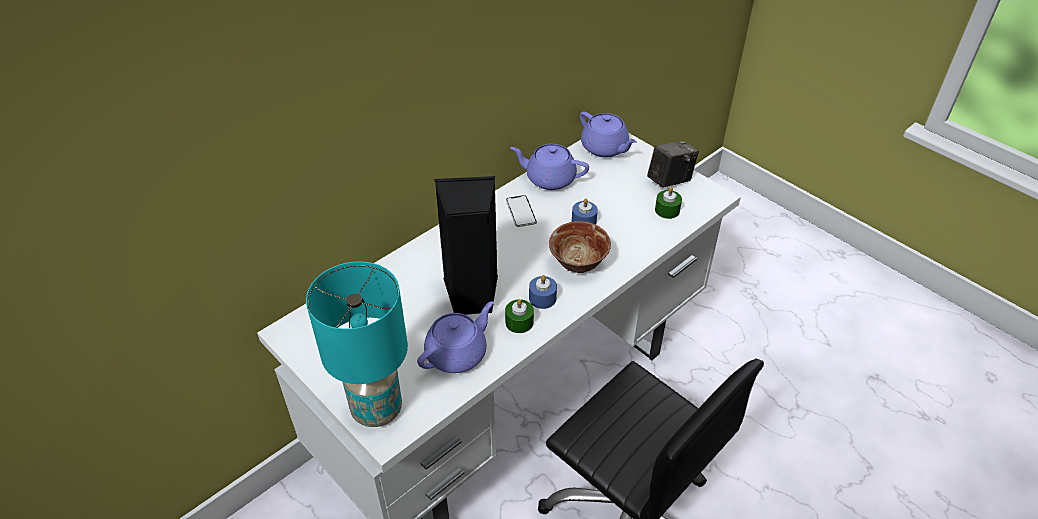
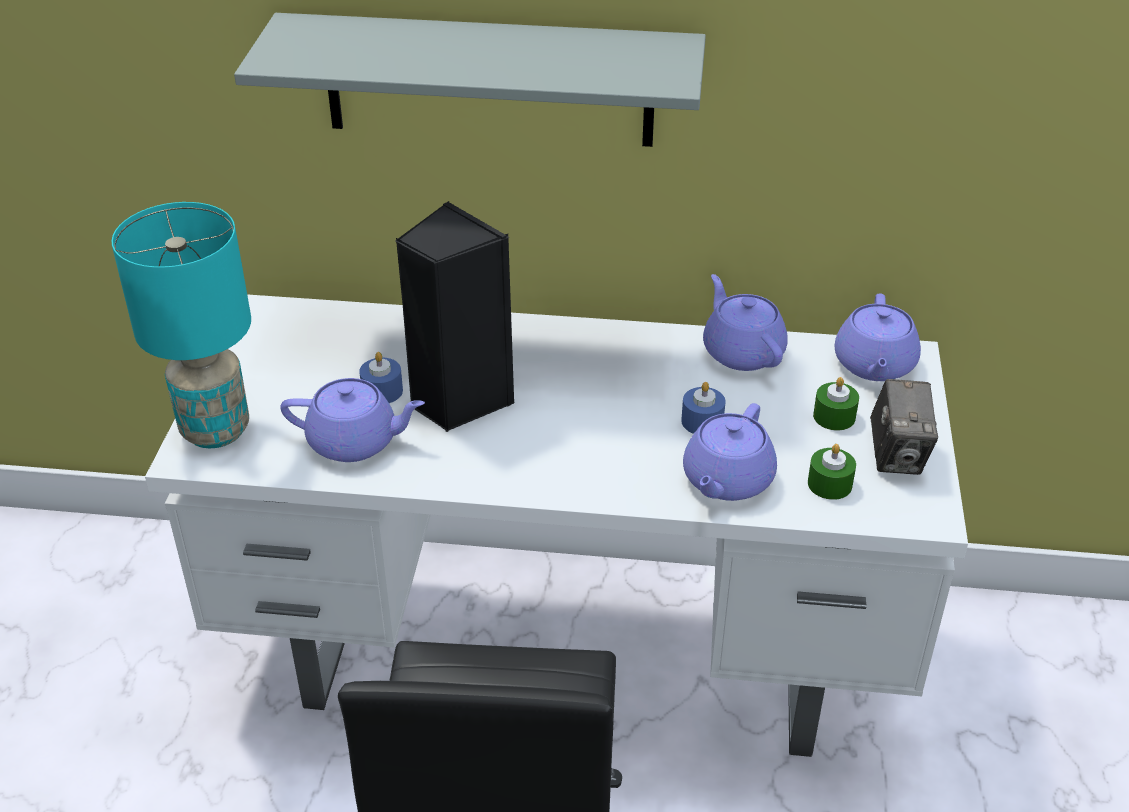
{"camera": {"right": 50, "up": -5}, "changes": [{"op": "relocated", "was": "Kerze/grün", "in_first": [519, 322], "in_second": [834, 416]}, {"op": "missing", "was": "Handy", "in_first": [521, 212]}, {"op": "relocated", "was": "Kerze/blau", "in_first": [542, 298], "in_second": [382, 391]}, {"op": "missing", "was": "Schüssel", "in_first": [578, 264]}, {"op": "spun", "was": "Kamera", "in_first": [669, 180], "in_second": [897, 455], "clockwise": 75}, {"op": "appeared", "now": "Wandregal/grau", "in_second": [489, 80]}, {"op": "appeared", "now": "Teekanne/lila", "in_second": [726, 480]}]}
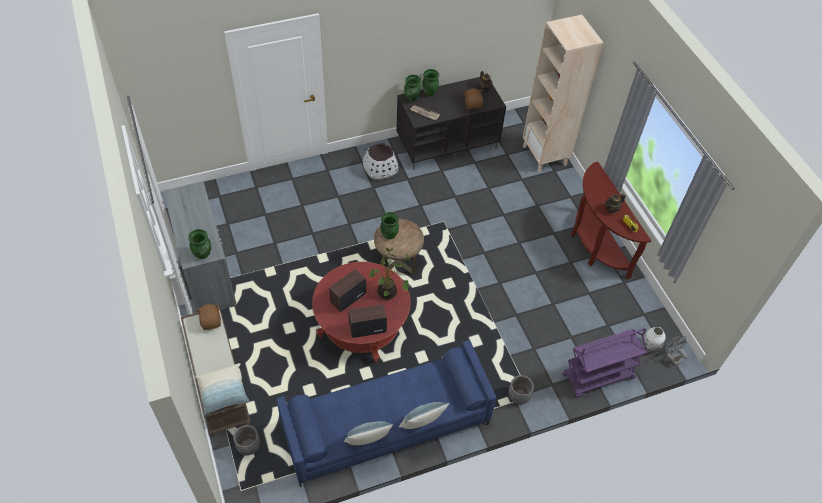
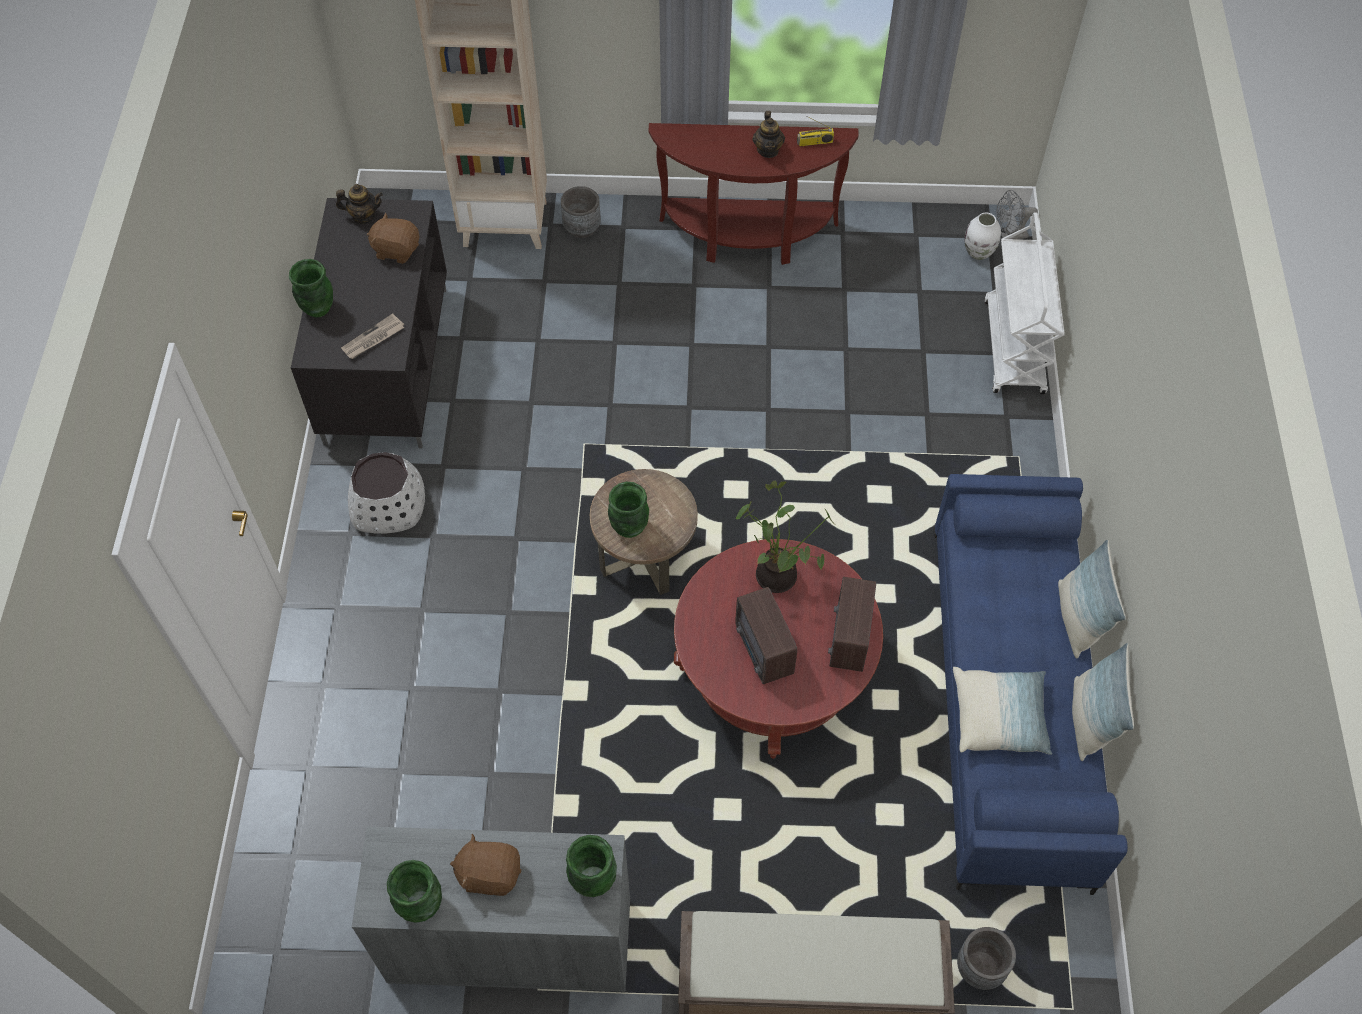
{"camera": {"right": -65, "up": 5}, "changes": [{"op": "relocated", "was": "Kissen", "in_first": [223, 393], "in_second": [999, 717]}, {"op": "relocated", "was": "Plüschtier/braun", "in_first": [211, 322], "in_second": [489, 873]}, {"op": "relocated", "was": "Vase/grün", "in_first": [412, 98], "in_second": [421, 905]}, {"op": "relocated", "was": "Pflanzkübel/grau", "in_first": [518, 396], "in_second": [582, 228]}, {"op": "colour", "was": "Rollwagen/lila", "now": "Rollwagen/weiß", "in_first": [598, 377], "in_second": [1014, 348]}]}
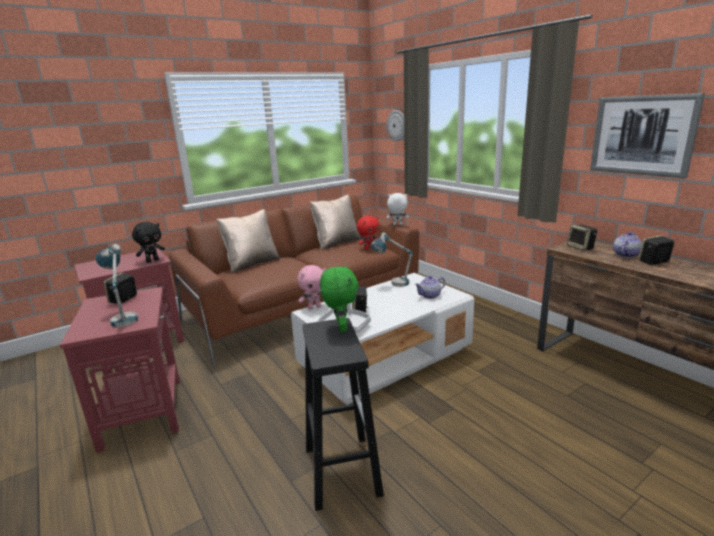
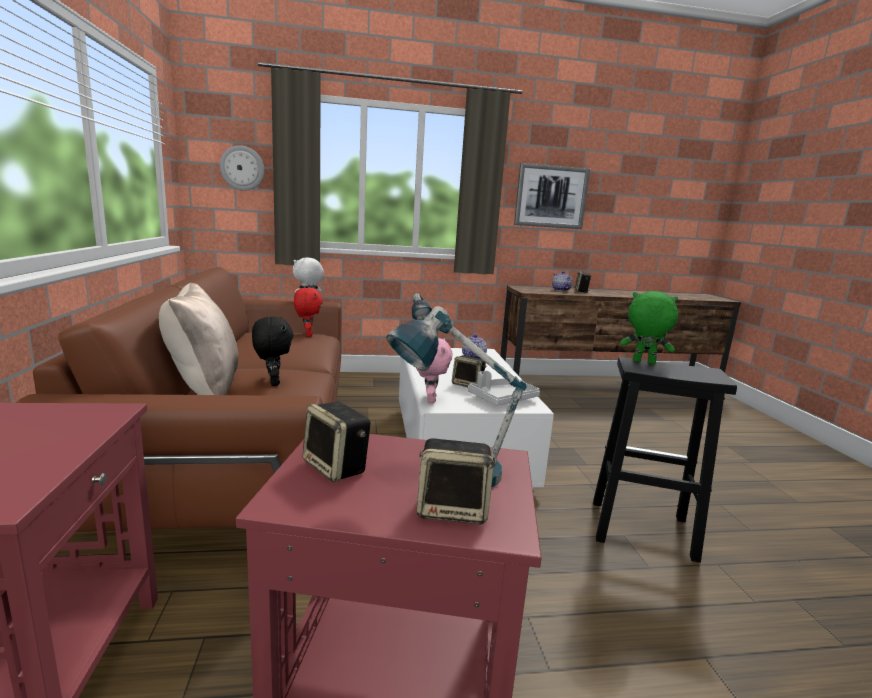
{"camera": {"right": -65, "up": -5}, "changes": [{"op": "relocated", "was": "Plüschtier/schwarz", "in_first": [152, 260], "in_second": [273, 383]}, {"op": "missing", "was": "Kissen/beige", "in_first": [336, 243]}, {"op": "relocated", "was": "Lautsprecher", "in_first": [581, 247], "in_second": [453, 510]}]}
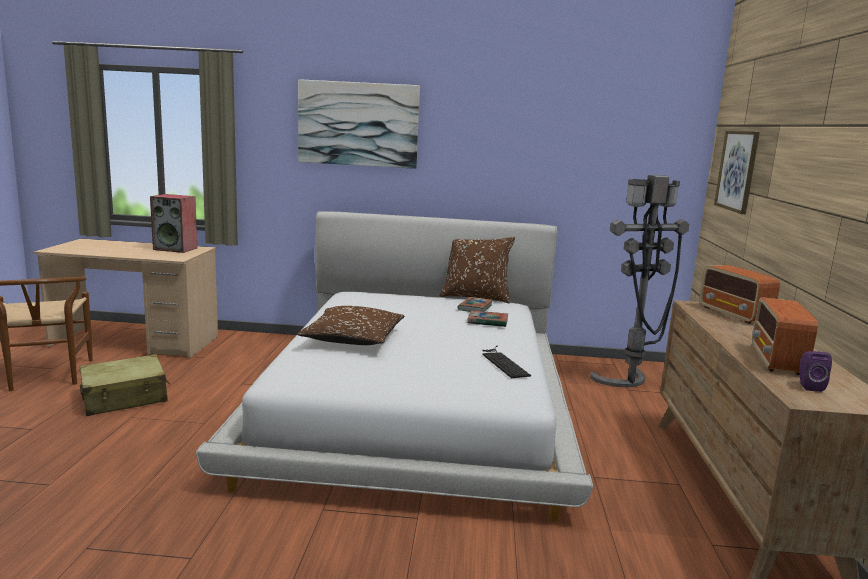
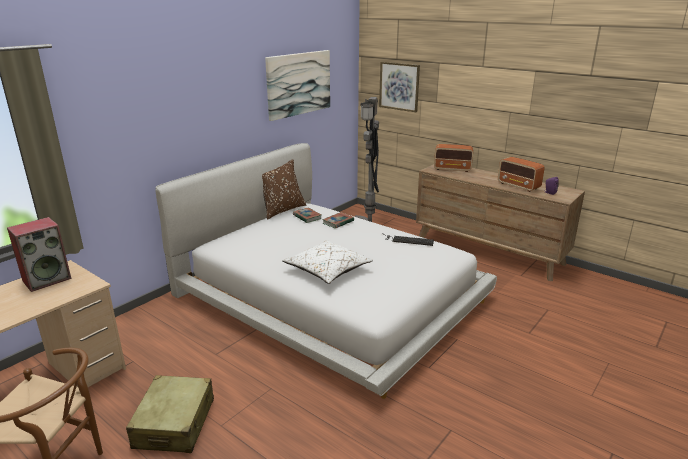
{"camera": {"right": -55, "up": 10}, "changes": [{"op": "colour", "was": "Kissen/braun", "now": "Kissen/weiß", "in_first": [353, 339], "in_second": [327, 270]}, {"op": "relocated", "was": "Bild", "in_first": [358, 124], "in_second": [299, 84]}]}
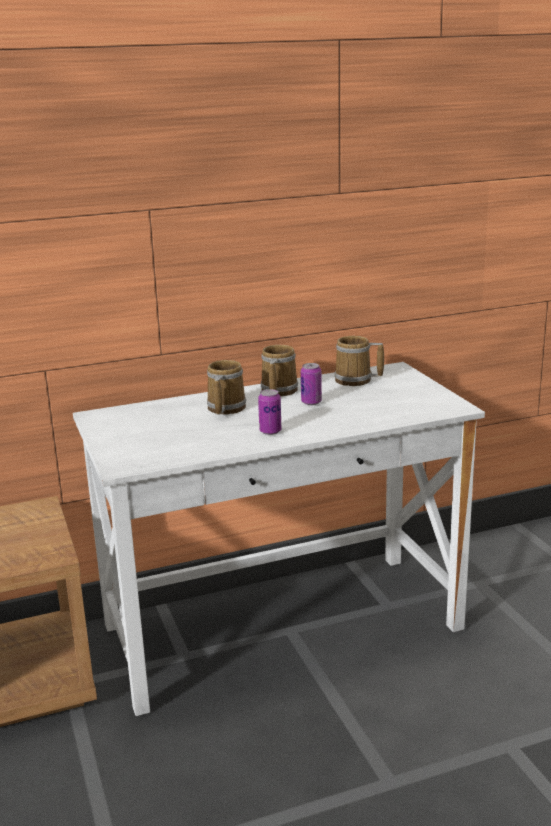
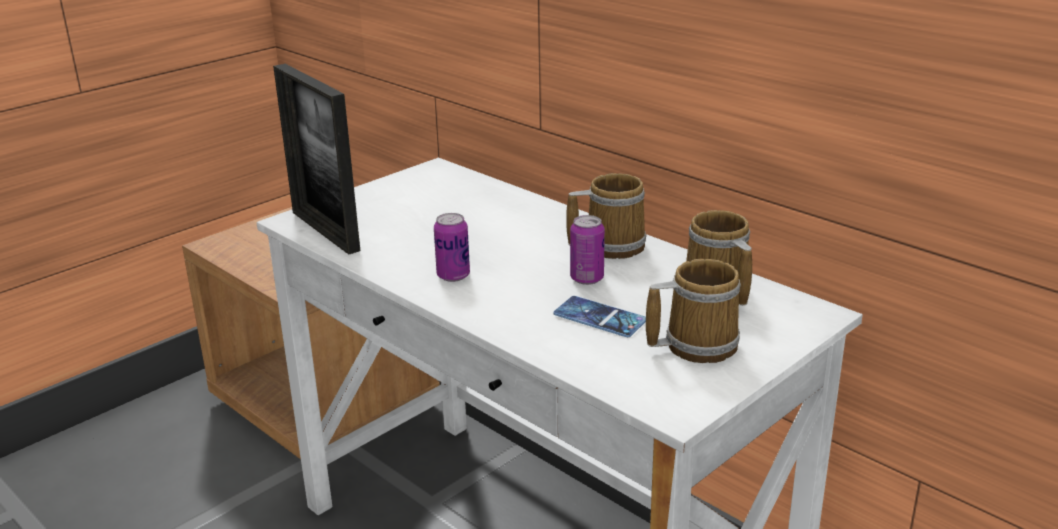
{"camera": {"right": 65, "up": 5}, "changes": [{"op": "relocated", "was": "Henkelbecher", "in_first": [224, 408], "in_second": [695, 344]}, {"op": "appeared", "now": "Bilderrahmen", "in_second": [325, 231]}, {"op": "appeared", "now": "Handy", "in_second": [600, 317]}]}
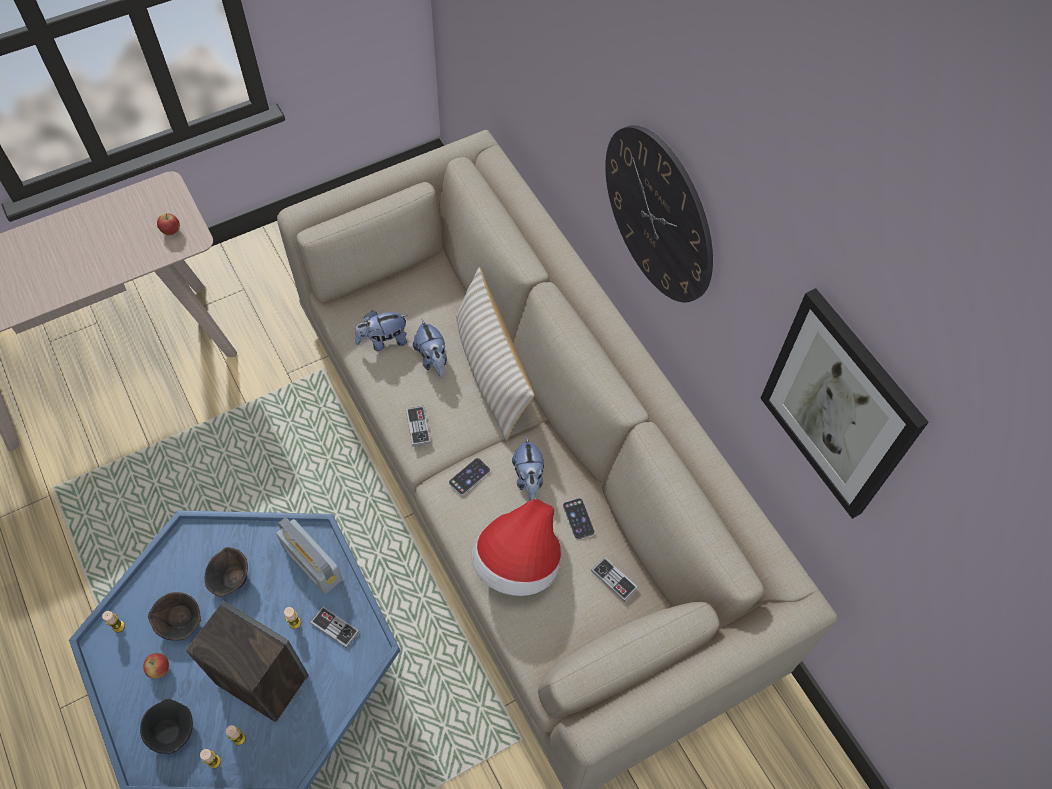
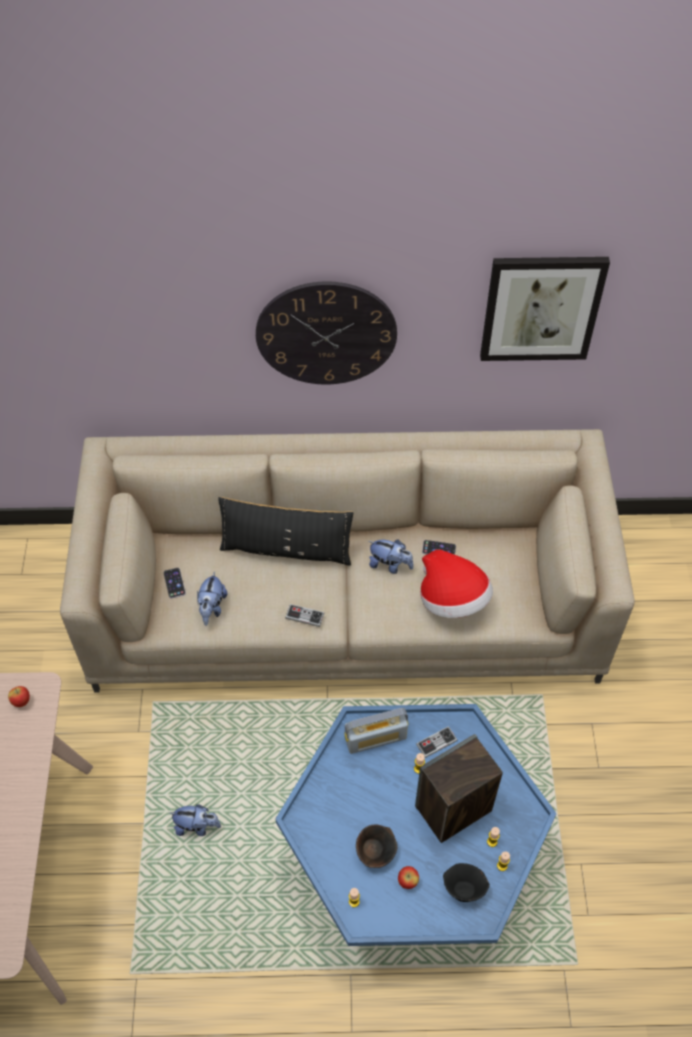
{"camera": {"right": -60, "up": -5}, "changes": [{"op": "missing", "was": "Schüssel/braun", "in_first": [231, 580]}, {"op": "relocated", "was": "Plüschtier", "in_first": [433, 359], "in_second": [197, 826]}, {"op": "relocated", "was": "Handy", "in_first": [469, 476], "in_second": [174, 583]}, {"op": "colour", "was": "Kissen/beige", "now": "Kissen/schwarz", "in_first": [491, 372], "in_second": [286, 549]}, {"op": "missing", "was": "Gamepad", "in_first": [614, 579]}]}
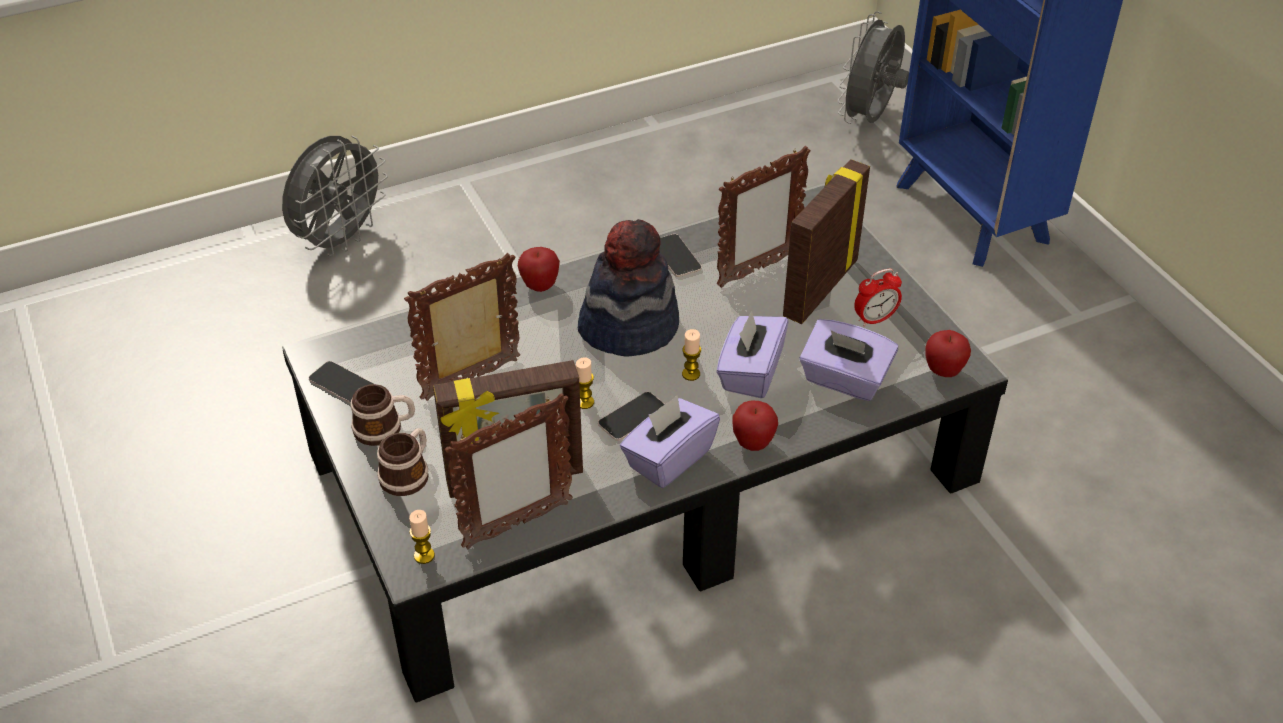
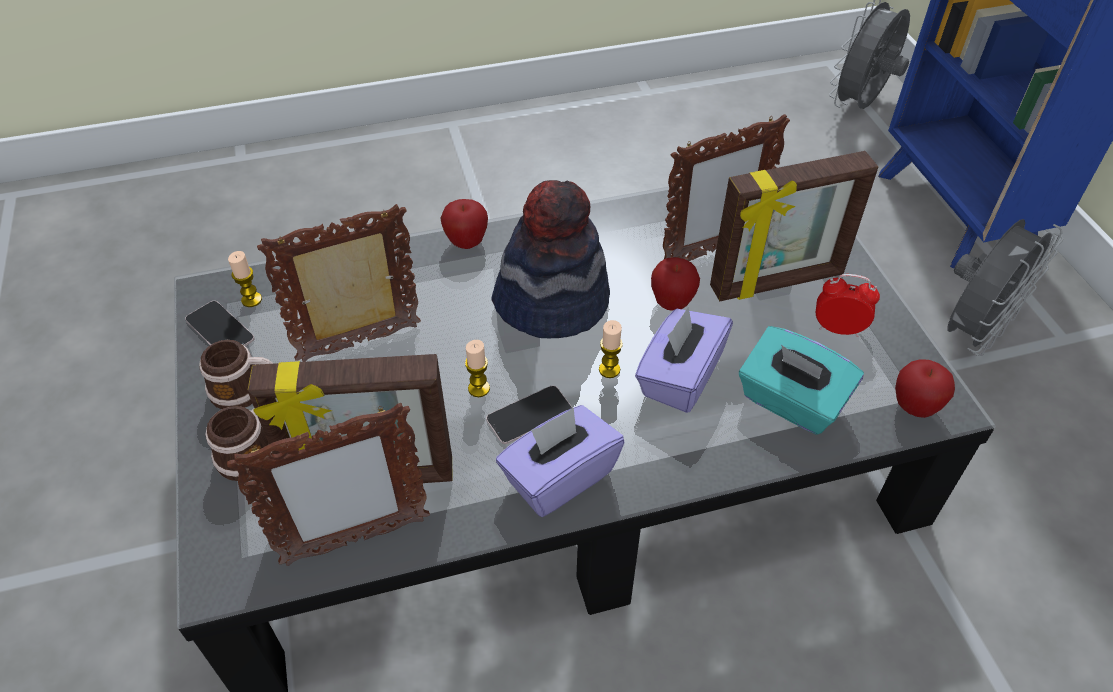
{"camera": {"right": 10, "up": 5}, "changes": [{"op": "relocated", "was": "Ventilator/grau", "in_first": [340, 240], "in_second": [973, 332]}, {"op": "relocated", "was": "Kerze", "in_first": [424, 555], "in_second": [251, 300]}, {"op": "missing", "was": "Handy", "in_first": [676, 256]}, {"op": "relocated", "was": "Apfel", "in_first": [753, 443], "in_second": [672, 303]}, {"op": "spun", "was": "Bilderrahmen", "in_first": [818, 288], "in_second": [777, 283], "clockwise": -150}, {"op": "colour", "was": "Taschentuchbox/lila", "now": "Taschentuchbox/türkis", "in_first": [844, 380], "in_second": [790, 402]}, {"op": "spun", "was": "Wecker", "in_first": [875, 319], "in_second": [838, 329], "clockwise": -150}]}
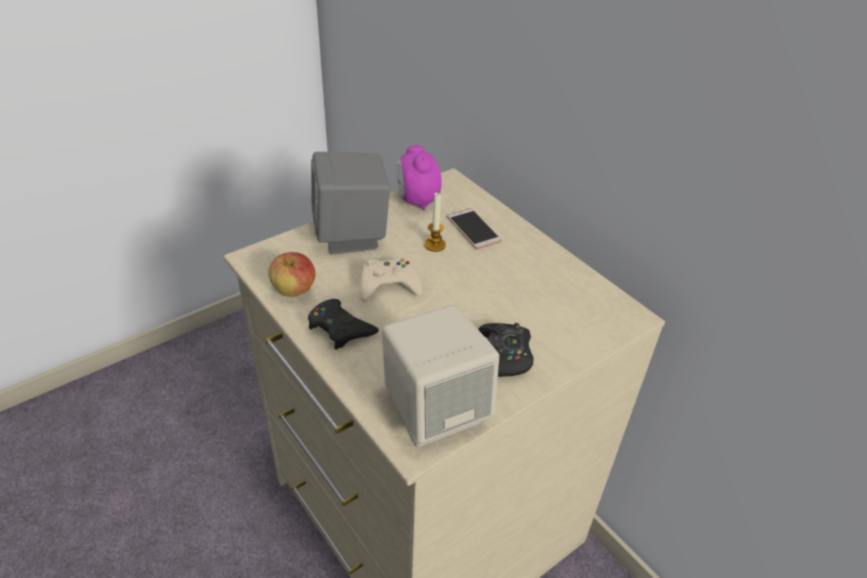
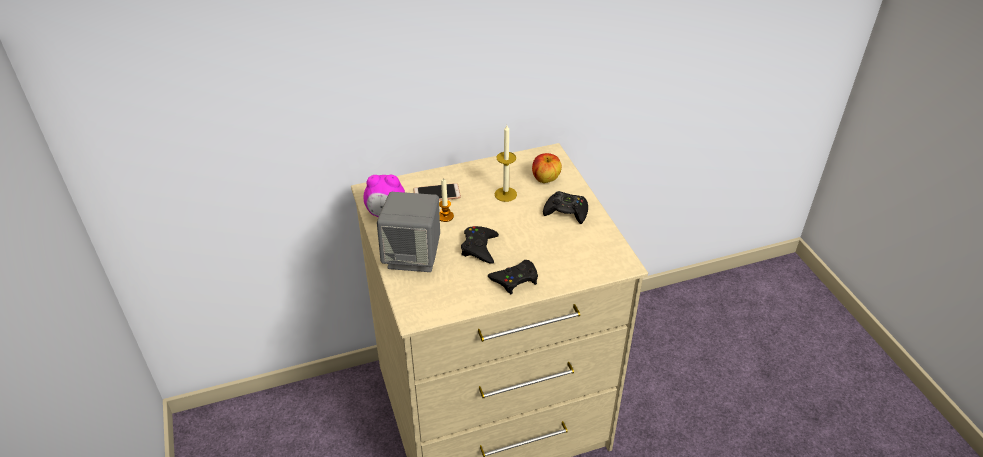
{"camera": {"right": -70, "up": 0}, "changes": [{"op": "relocated", "was": "Apfel", "in_first": [294, 290], "in_second": [545, 179]}, {"op": "colour", "was": "Gamepad/beige", "now": "Gamepad/schwarz", "in_first": [389, 285], "in_second": [479, 248]}, {"op": "missing", "was": "Lautsprecher/beige", "in_first": [436, 411]}, {"op": "appeared", "now": "Kerze", "in_second": [505, 194]}]}
